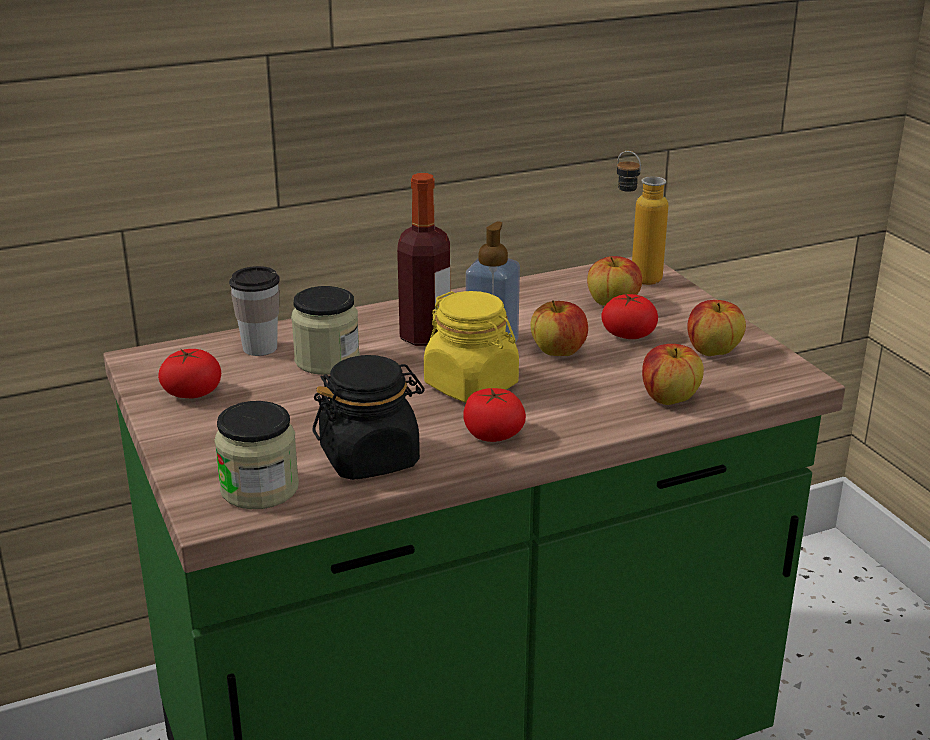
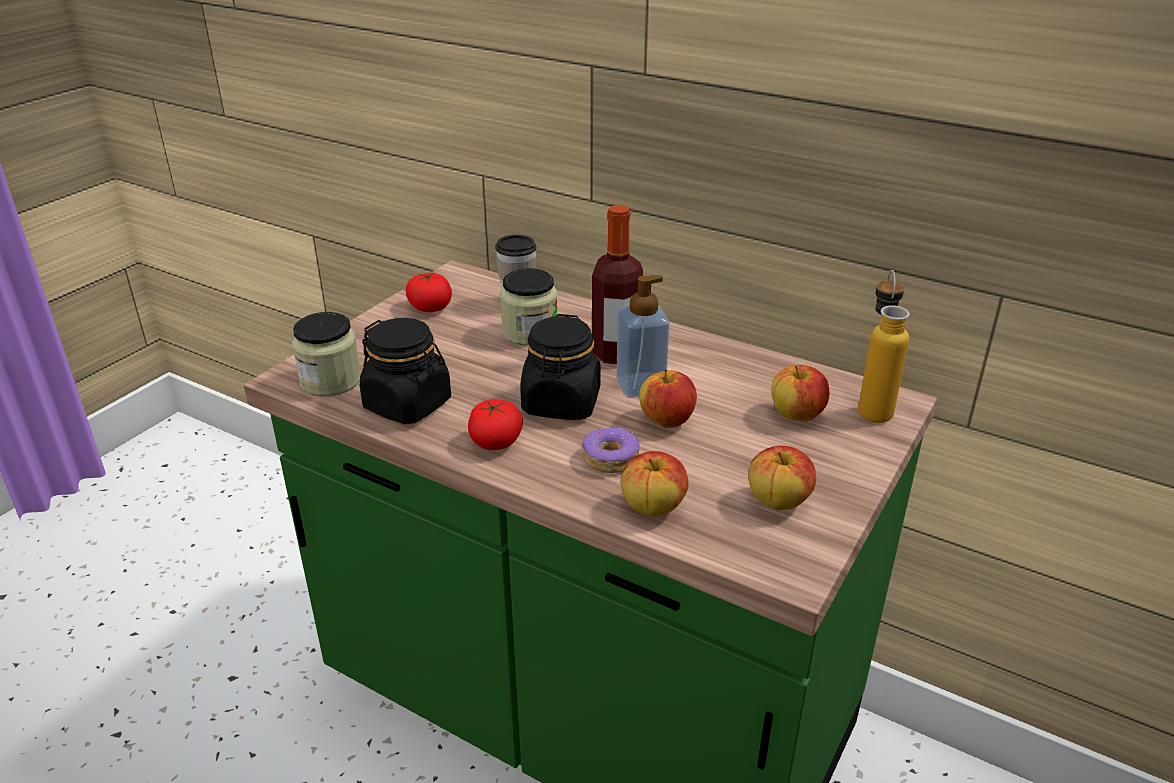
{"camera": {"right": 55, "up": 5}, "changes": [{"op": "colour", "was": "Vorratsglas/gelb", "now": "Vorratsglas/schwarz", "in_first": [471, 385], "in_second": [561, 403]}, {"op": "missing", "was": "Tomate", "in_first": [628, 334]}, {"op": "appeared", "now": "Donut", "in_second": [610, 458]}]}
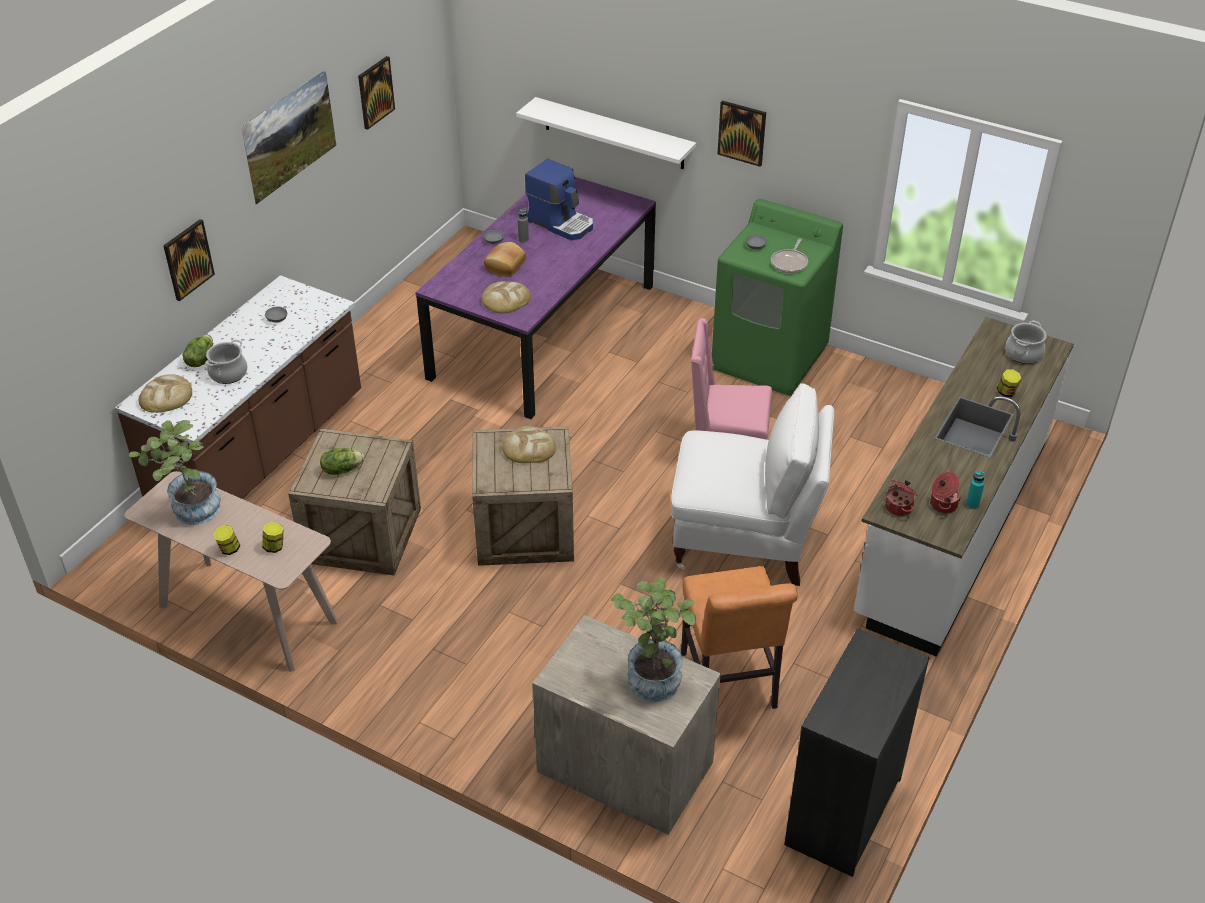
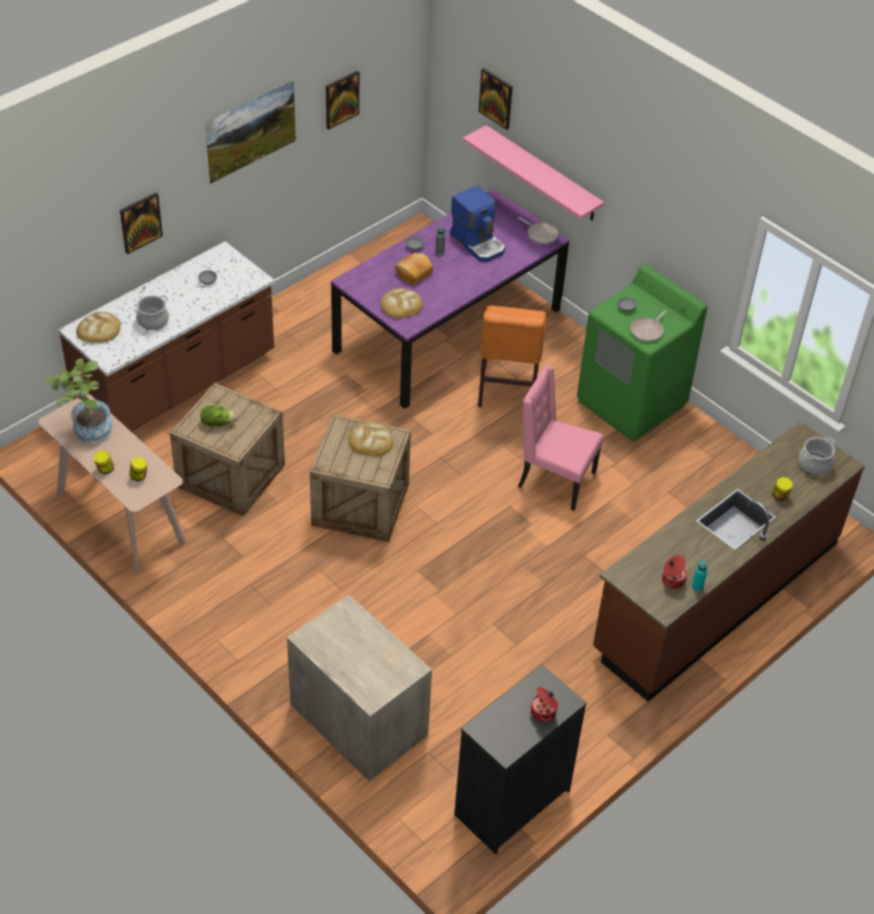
{"camera": {"right": 15, "up": 5}, "changes": [{"op": "missing", "was": "Salatkopf", "in_first": [200, 360]}, {"op": "colour", "was": "Wandregal/weiß", "now": "Wandregal/rosa", "in_first": [614, 133], "in_second": [542, 174]}, {"op": "missing", "was": "Topfpflanze", "in_first": [653, 675]}, {"op": "missing", "was": "Stuhl/weiß", "in_first": [745, 541]}, {"op": "relocated", "was": "Stuhl/orange", "in_first": [729, 685], "in_second": [507, 391]}, {"op": "relocated", "was": "Bild", "in_first": [742, 132], "in_second": [496, 98]}, {"op": "colour", "was": "Küchenzeile/weiß", "now": "Küchenzeile/braun", "in_first": [951, 527], "in_second": [716, 596]}, {"op": "relocated", "was": "Kochtopf", "in_first": [899, 507], "in_second": [544, 712]}, {"op": "appeared", "now": "Pfanne", "in_second": [540, 234]}]}
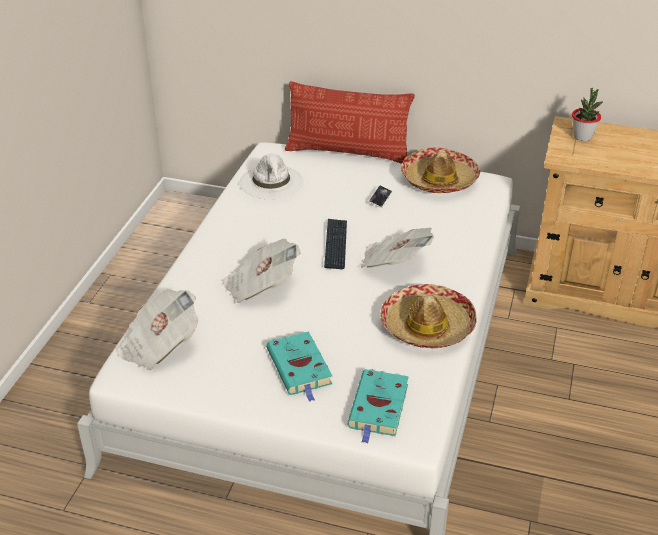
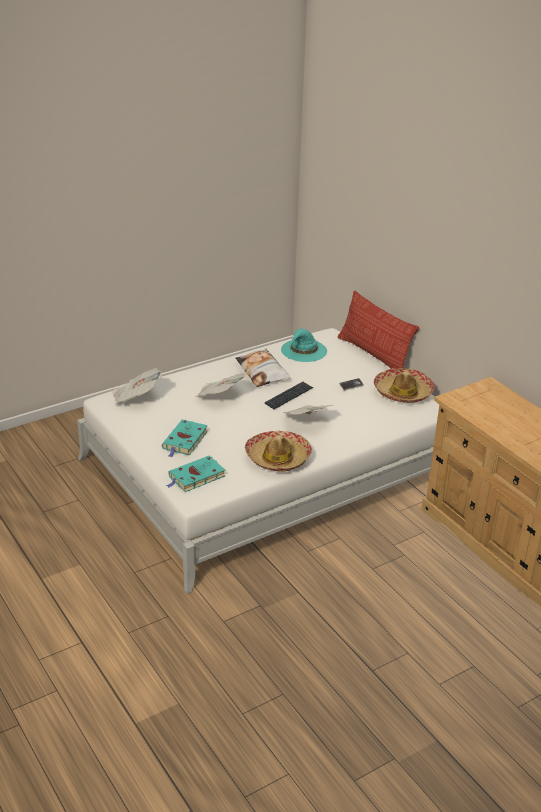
{"camera": {"right": 40, "up": -5}, "changes": [{"op": "colour", "was": "Hut/weiß", "now": "Hut/türkis", "in_first": [272, 183], "in_second": [303, 351]}, {"op": "missing", "was": "Topfpflanze", "in_first": [582, 137]}, {"op": "appeared", "now": "Kissen", "in_second": [262, 372]}]}
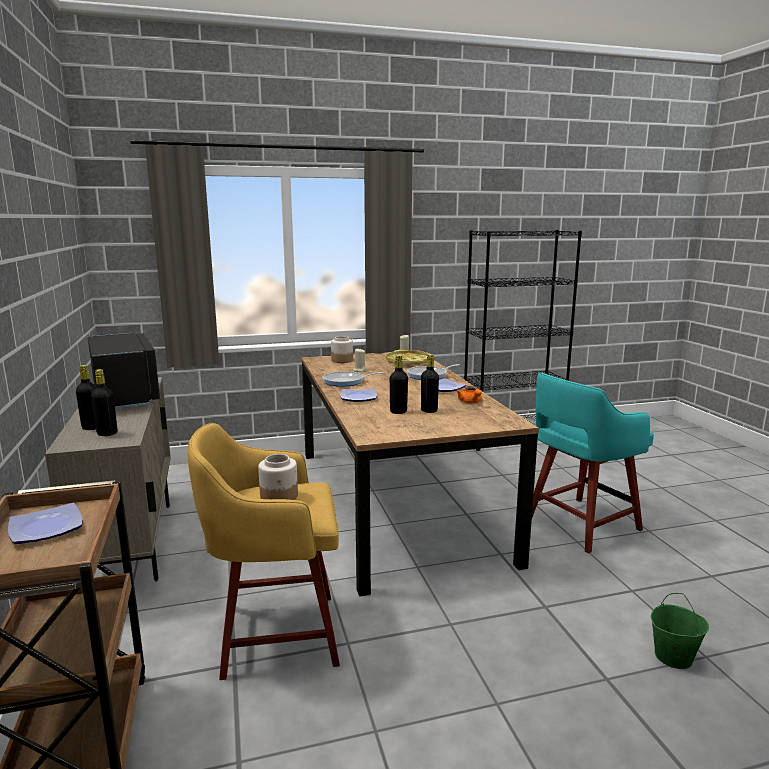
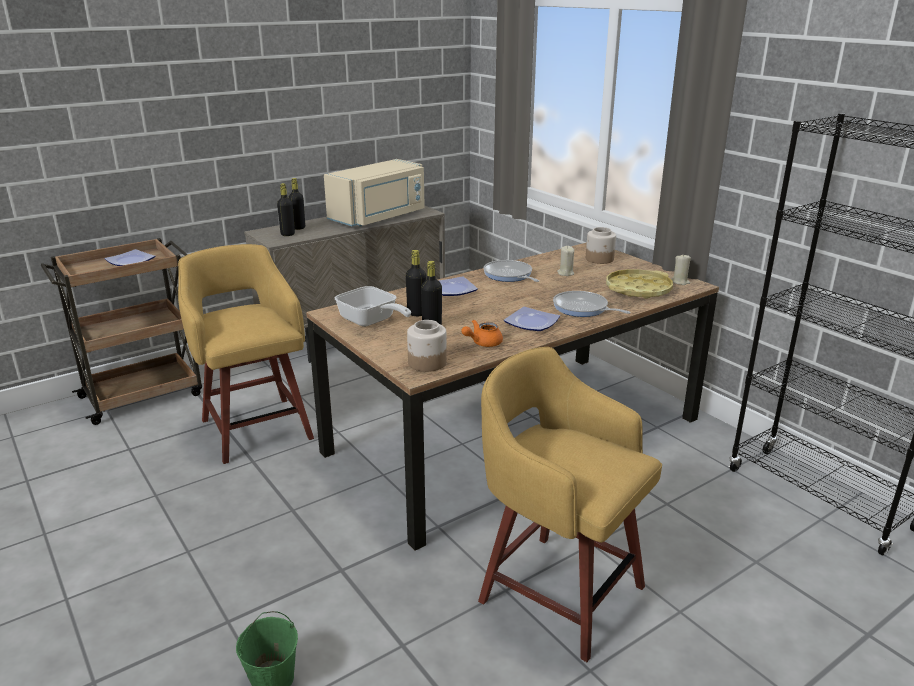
{"camera": {"right": 70, "up": 10}, "changes": [{"op": "colour", "was": "Mikrowelle/schwarz", "now": "Mikrowelle/beige", "in_first": [126, 396], "in_second": [379, 217]}, {"op": "relocated", "was": "Vorratsglas", "in_first": [279, 496], "in_second": [427, 363]}, {"op": "colour", "was": "Hocker/türkis", "now": "Hocker/gelb", "in_first": [579, 525], "in_second": [557, 590]}, {"op": "appeared", "now": "Pfanne", "in_second": [371, 321]}]}
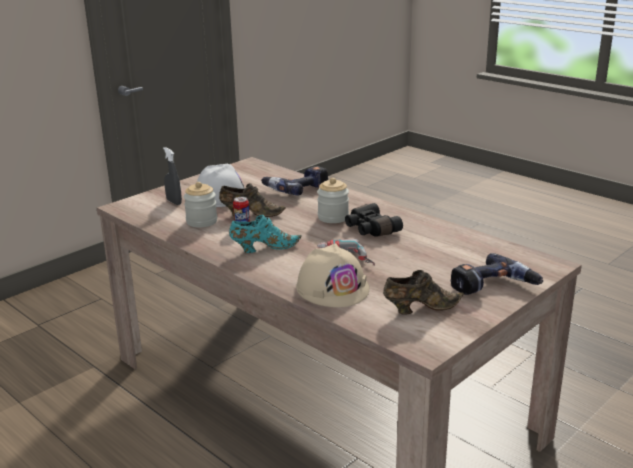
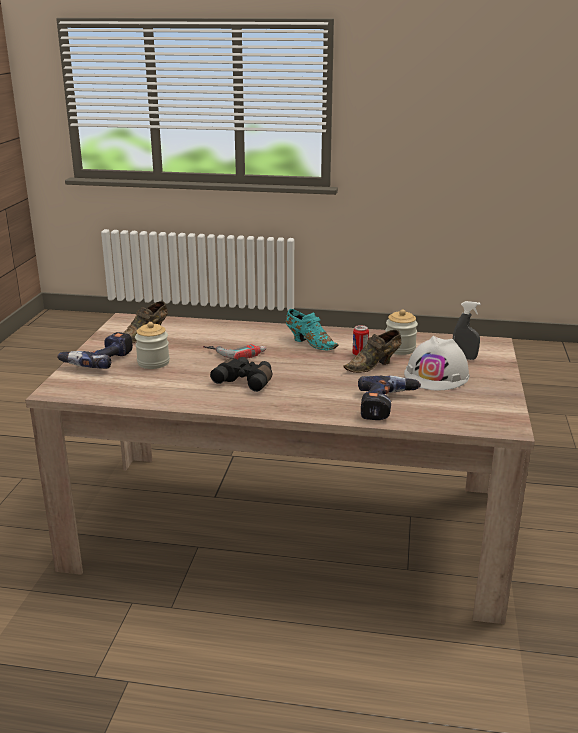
{"camera": {"right": 145, "up": 0}, "changes": [{"op": "spun", "was": "Schuh/türkis", "in_first": [263, 248], "in_second": [309, 343], "clockwise": -90}, {"op": "missing", "was": "Schutzhelm/beige", "in_first": [332, 288]}, {"op": "relocated", "was": "Vorratsglas", "in_first": [333, 217], "in_second": [153, 362]}]}
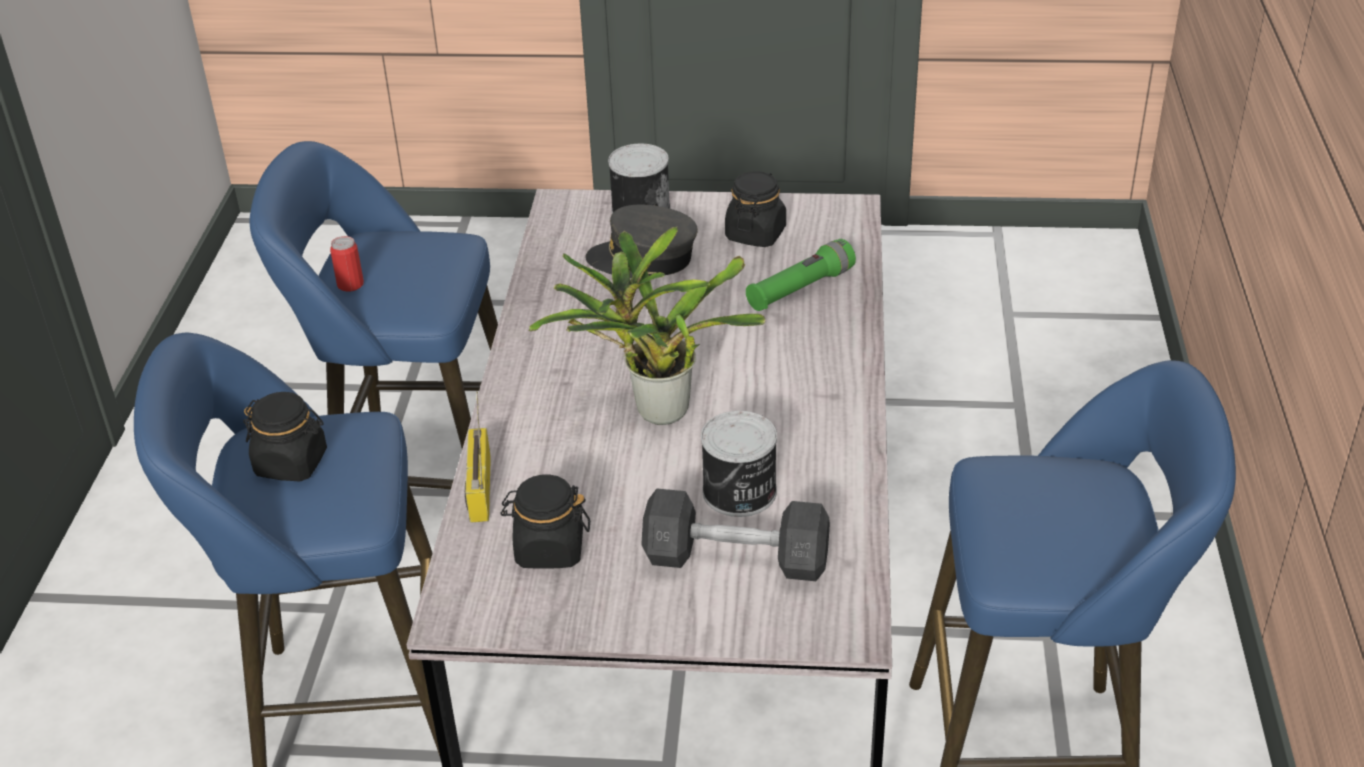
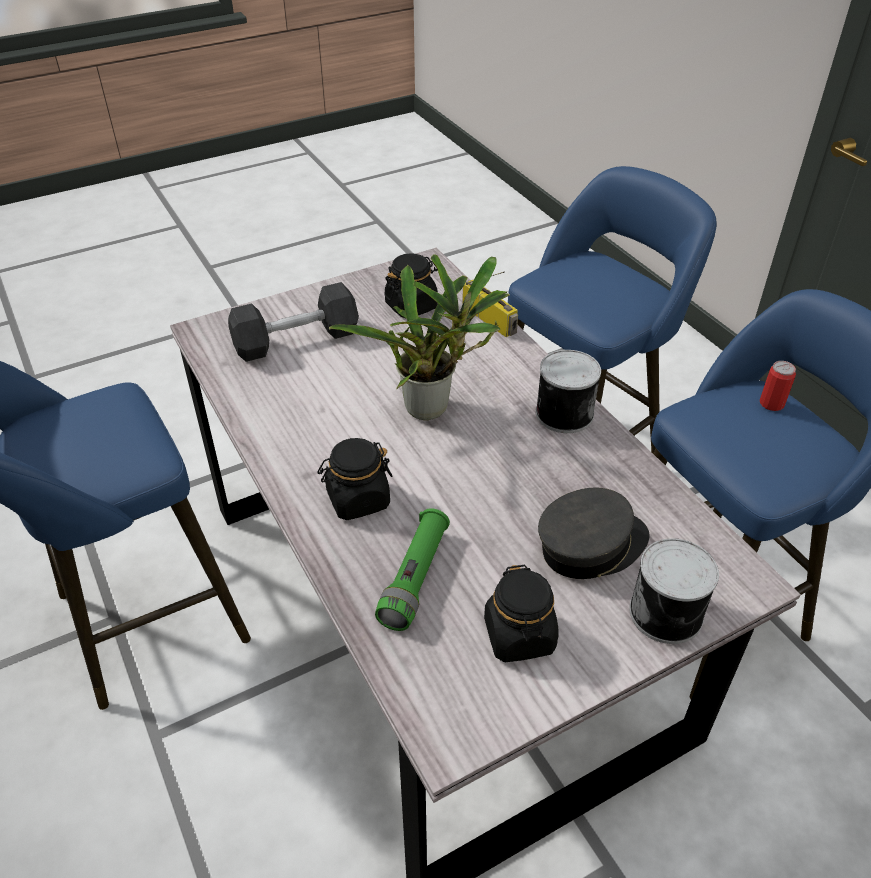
{"camera": {"right": 145, "up": 5}, "changes": [{"op": "relocated", "was": "Vorratsglas/schwarz", "in_first": [292, 463], "in_second": [357, 499]}, {"op": "relocated", "was": "Dose", "in_first": [740, 493], "in_second": [563, 413]}]}
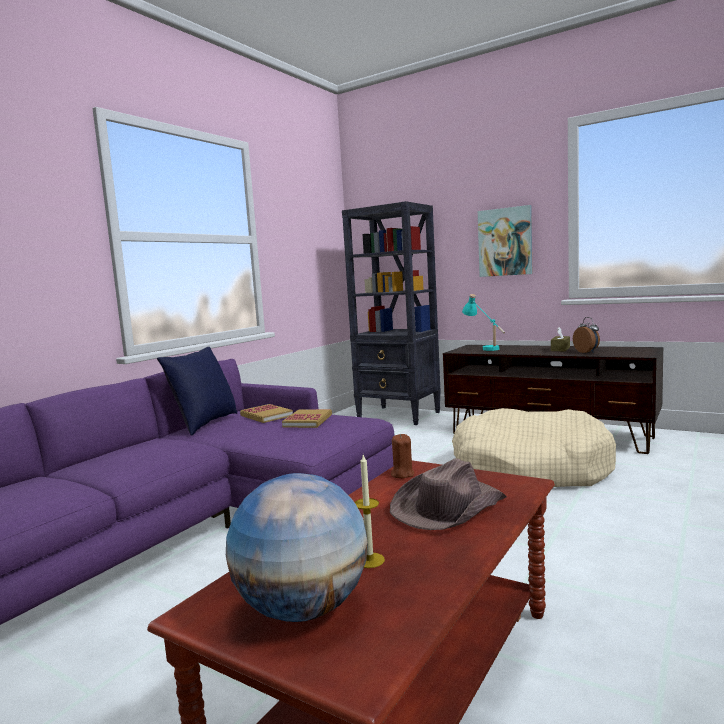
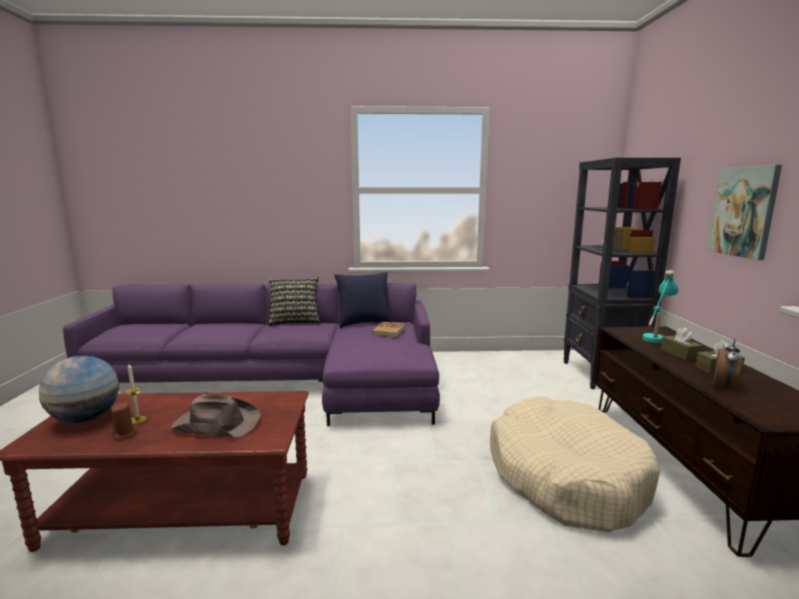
{"camera": {"right": 55, "up": 5}, "changes": [{"op": "missing", "was": "Buch", "in_first": [308, 421]}, {"op": "relocated", "was": "Kerze/braun", "in_first": [402, 474], "in_second": [124, 434]}, {"op": "appeared", "now": "Kissen", "in_second": [295, 322]}, {"op": "appeared", "now": "Taschentuchbox/braun", "in_second": [680, 354]}]}
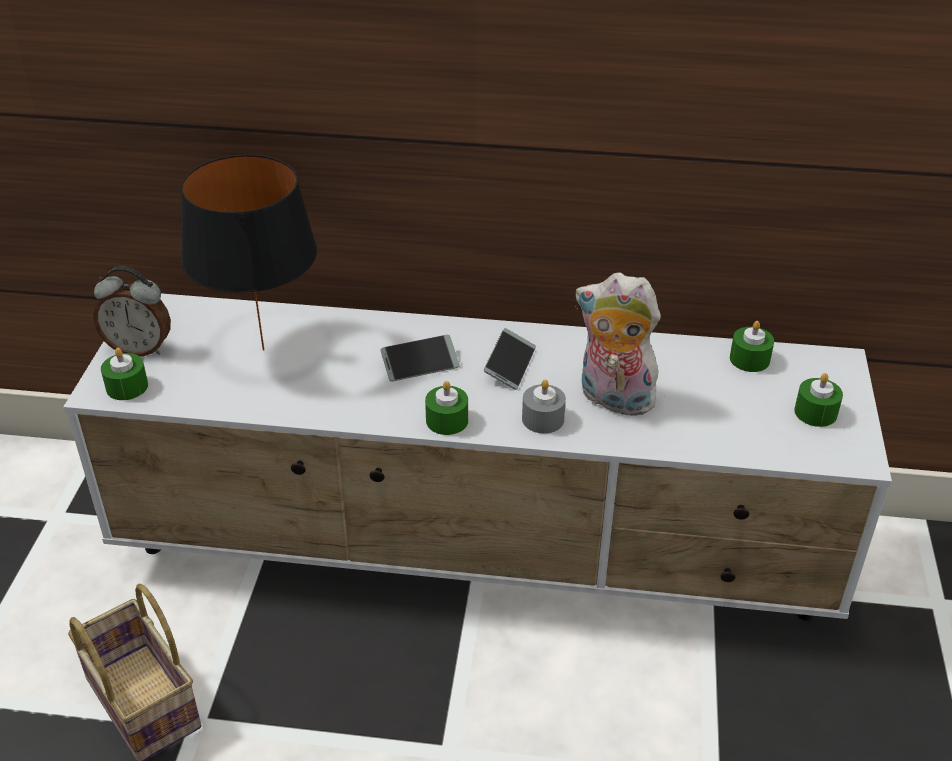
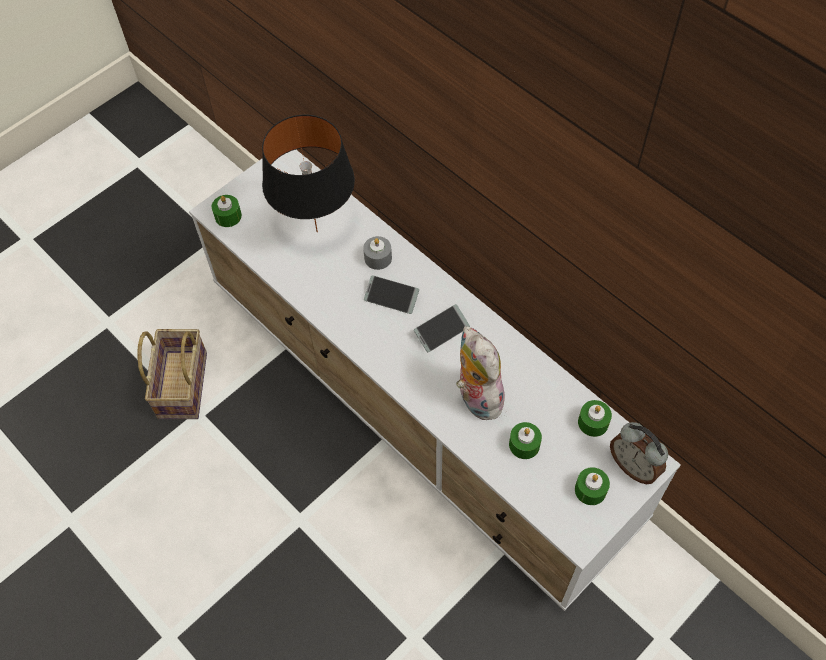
{"camera": {"right": 40, "up": 20}, "changes": [{"op": "relocated", "was": "Wecker", "in_first": [140, 348], "in_second": [633, 466]}, {"op": "relocated", "was": "Kerze/grün", "in_first": [447, 420], "in_second": [524, 444]}, {"op": "relocated", "was": "Kerze/grau", "in_first": [543, 419], "in_second": [378, 258]}]}
